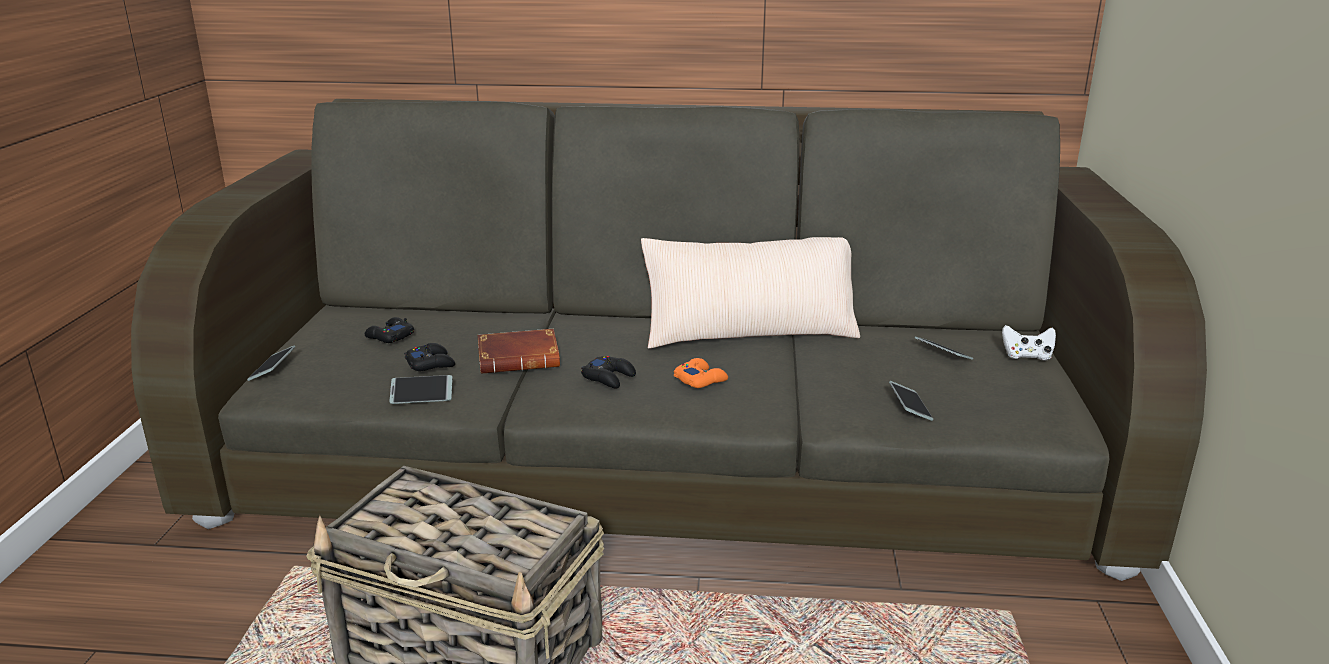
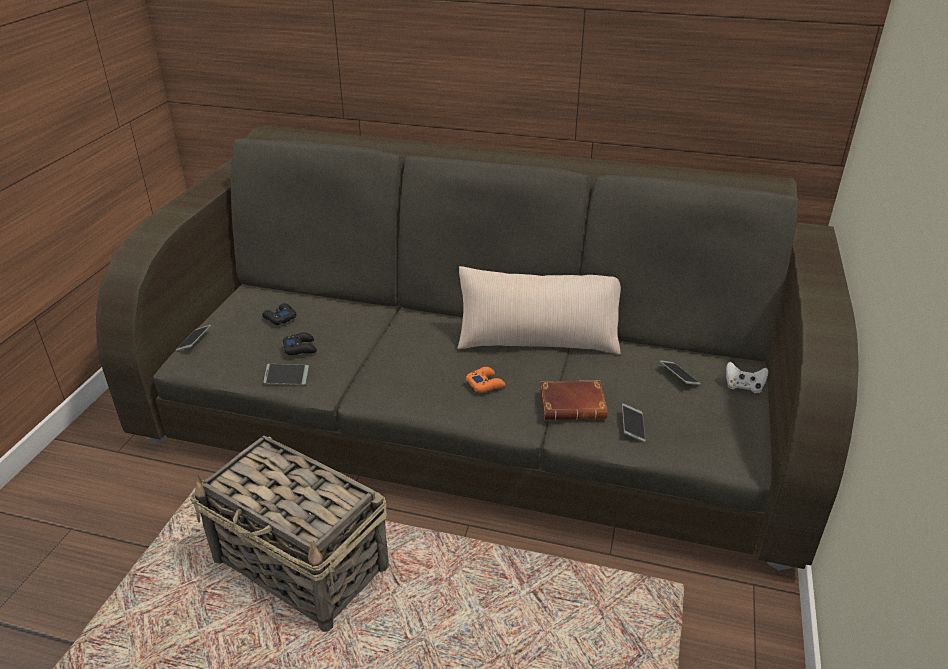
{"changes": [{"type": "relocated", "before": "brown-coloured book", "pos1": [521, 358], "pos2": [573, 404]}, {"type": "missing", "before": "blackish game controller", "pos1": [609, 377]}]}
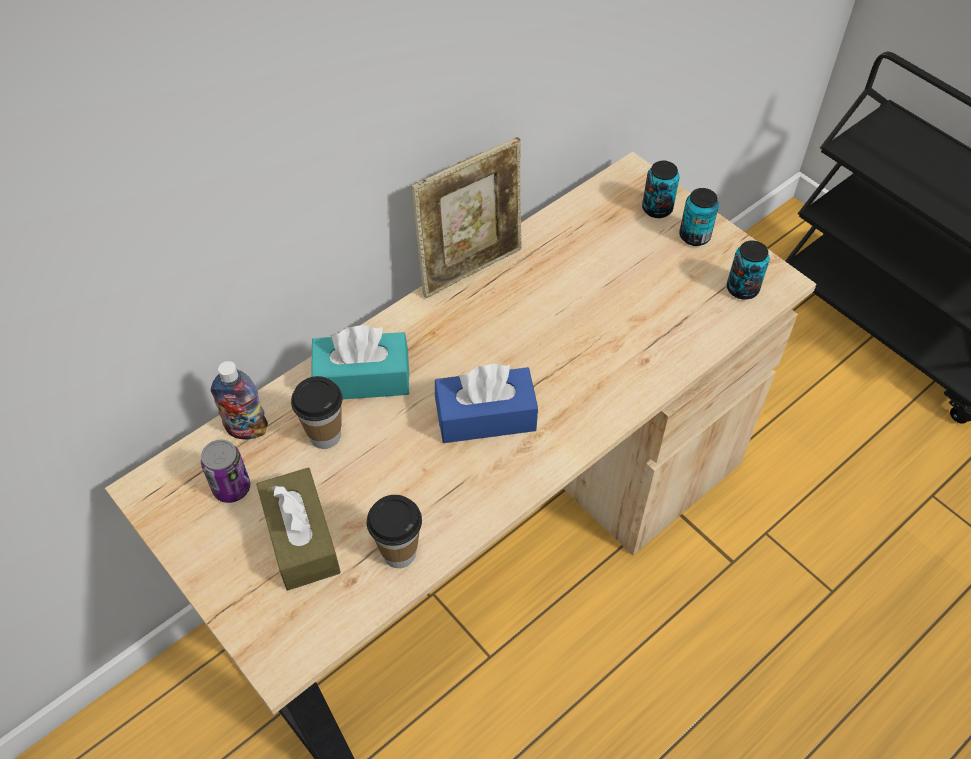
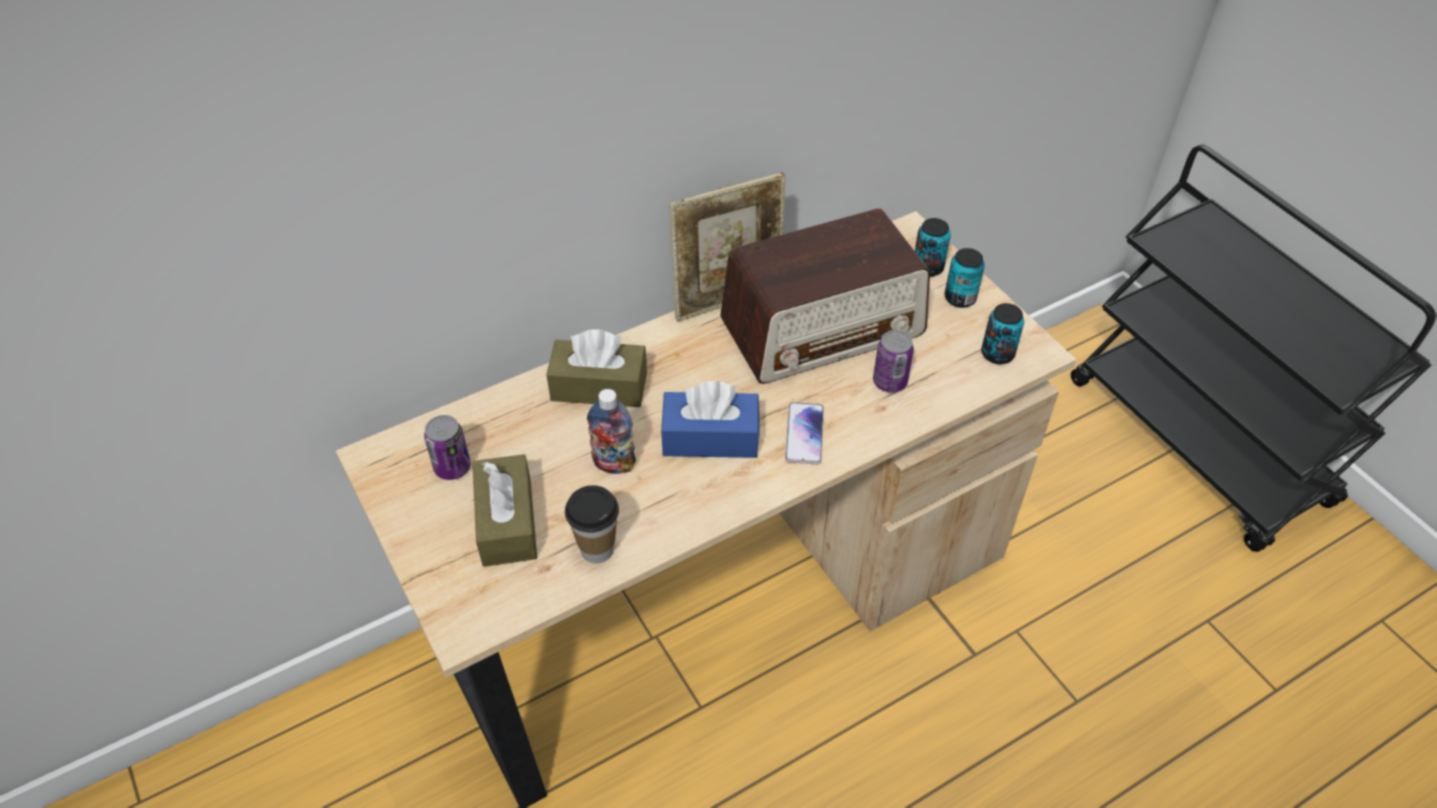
{"changes": [{"type": "relocated", "before": "drink bottle", "pos1": [247, 429], "pos2": [614, 464]}, {"type": "missing", "before": "drinking cup", "pos1": [325, 435]}, {"type": "colour", "before": "turquoise-coloured tissue holder", "after": "brown-coloured tissue holder", "pos1": [362, 378], "pos2": [599, 386]}, {"type": "appeared", "after": "radio set", "pos2": [823, 328]}, {"type": "appeared", "after": "handset", "pos2": [804, 434]}, {"type": "appeared", "after": "can", "pos2": [890, 381]}]}
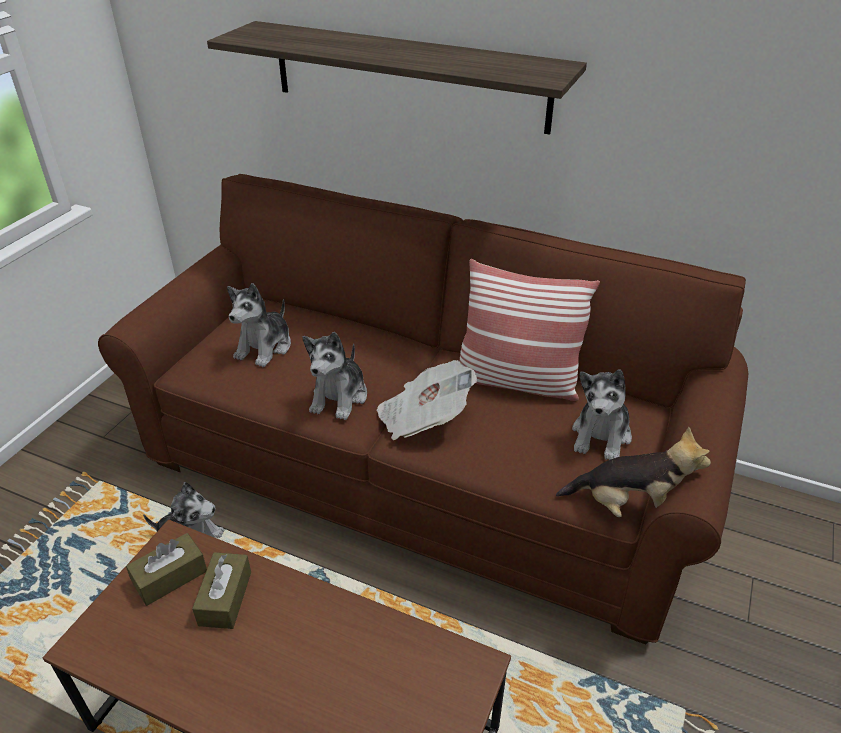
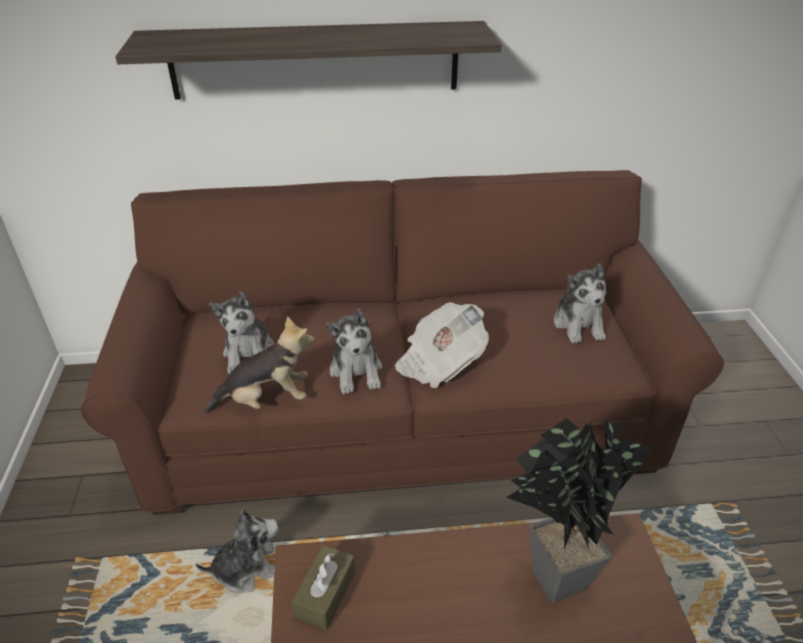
{"changes": [{"type": "missing", "before": "brown-coloured tissue holder", "pos1": [225, 598]}, {"type": "missing", "before": "pillow", "pos1": [517, 380]}, {"type": "relocated", "before": "soft toy", "pos1": [628, 508], "pos2": [267, 399]}, {"type": "appeared", "after": "potted plant", "pos2": [549, 577]}]}
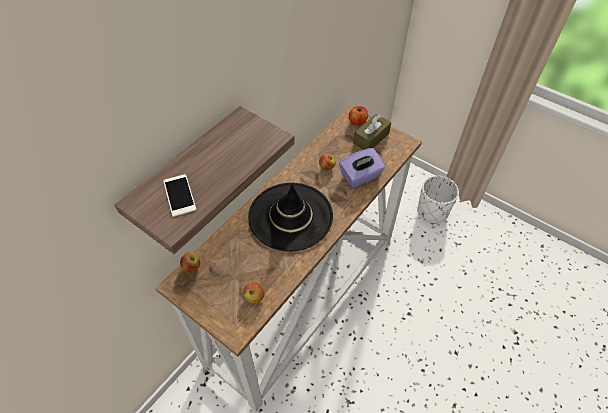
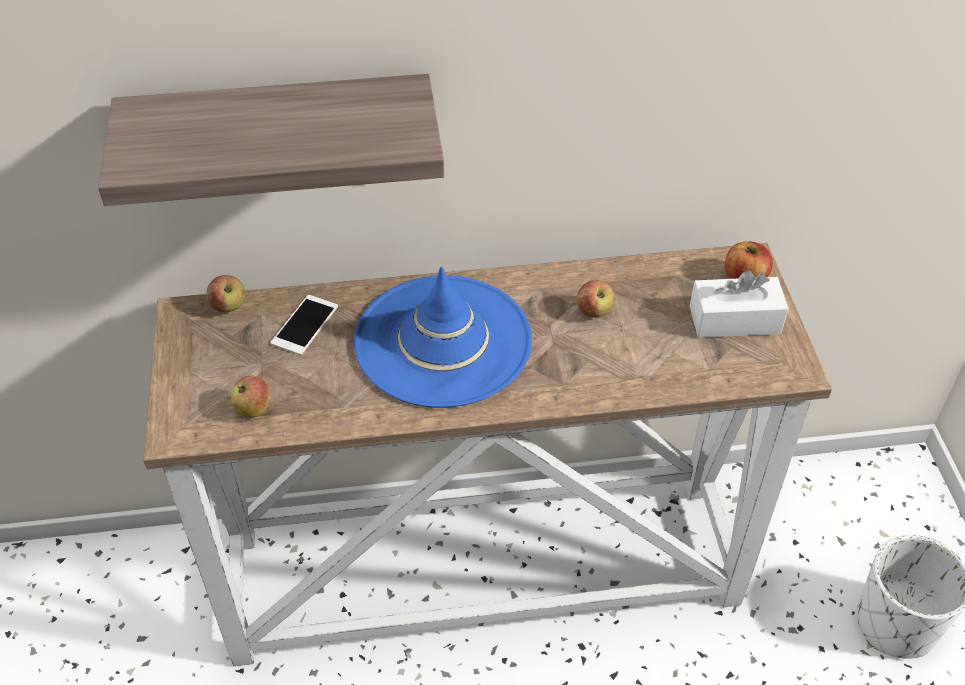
{"changes": [{"type": "relocated", "before": "handset", "pos1": [179, 195], "pos2": [305, 325]}, {"type": "colour", "before": "blackish hat", "after": "blue hat", "pos1": [290, 216], "pos2": [443, 341]}, {"type": "missing", "before": "purple-coloured tissue holder", "pos1": [361, 176]}, {"type": "colour", "before": "brown-coloured tissue holder", "after": "white-coloured tissue holder", "pos1": [371, 138], "pos2": [734, 320]}]}
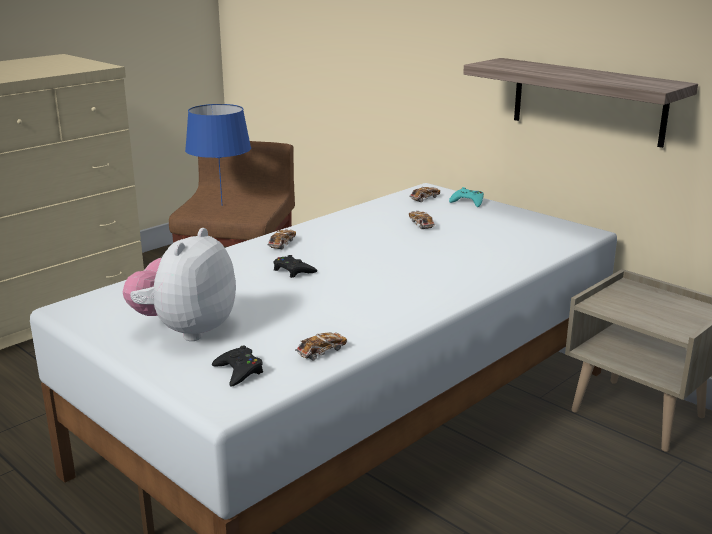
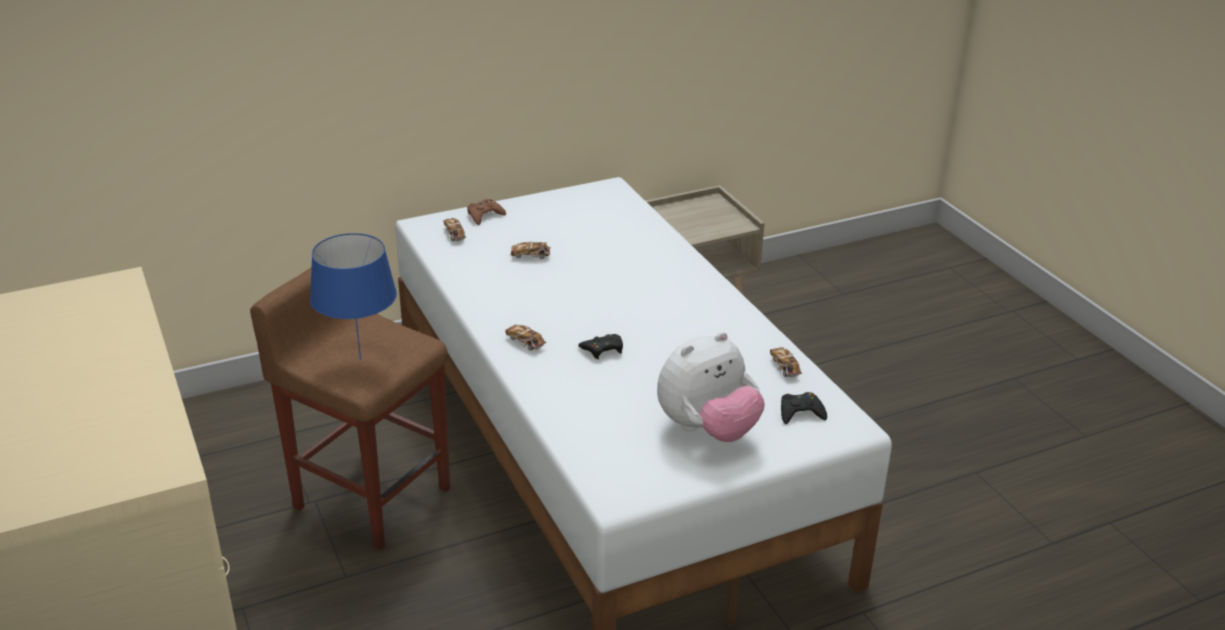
{"changes": [{"type": "spun", "before": "soft toy", "pos1": [186, 330], "pos2": [707, 429], "turn": -75}, {"type": "colour", "before": "turquoise-coloured game controller", "after": "brown-coloured game controller", "pos1": [468, 202], "pos2": [484, 215]}, {"type": "missing", "before": "shelf", "pos1": [587, 101]}]}
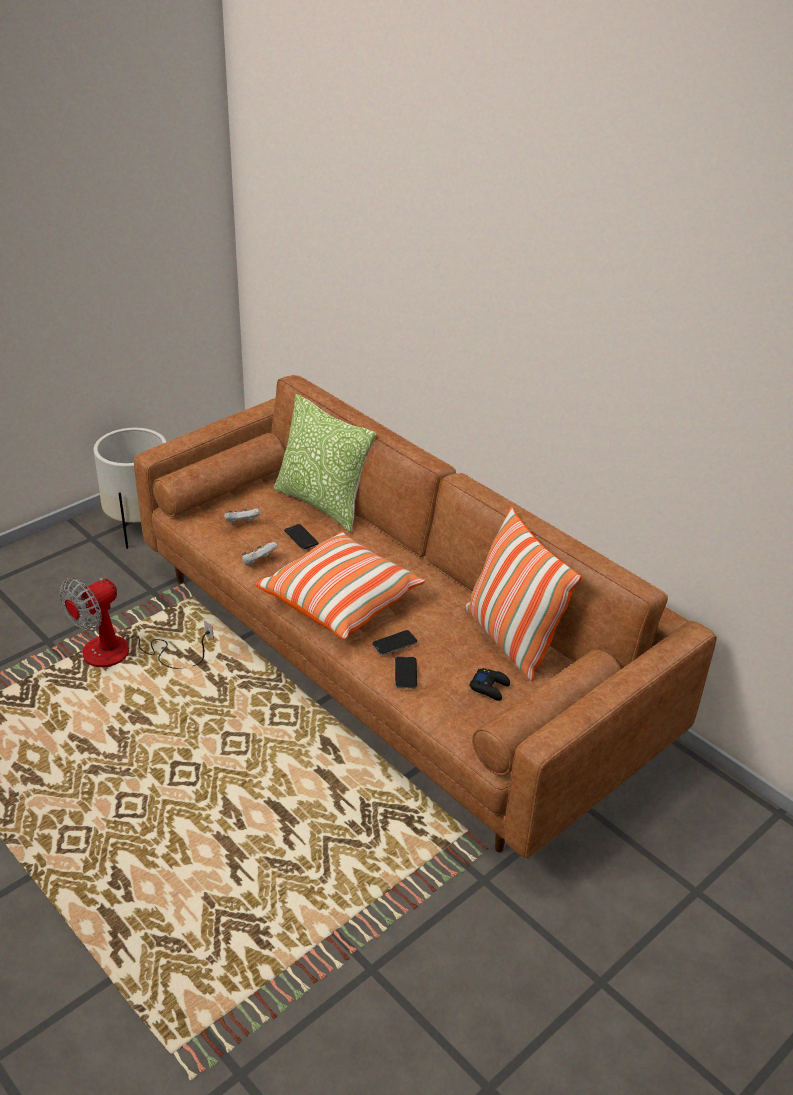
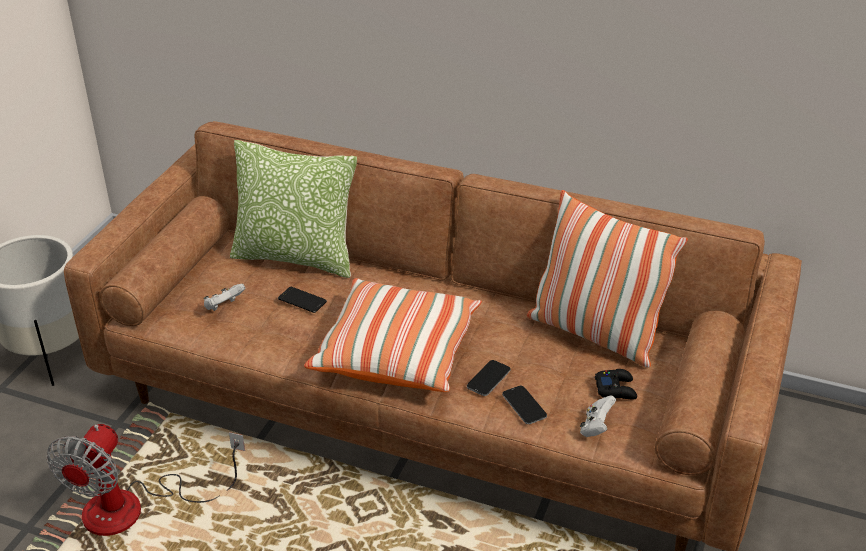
{"changes": [{"type": "relocated", "before": "white-coloured game controller", "pos1": [258, 561], "pos2": [596, 427]}]}
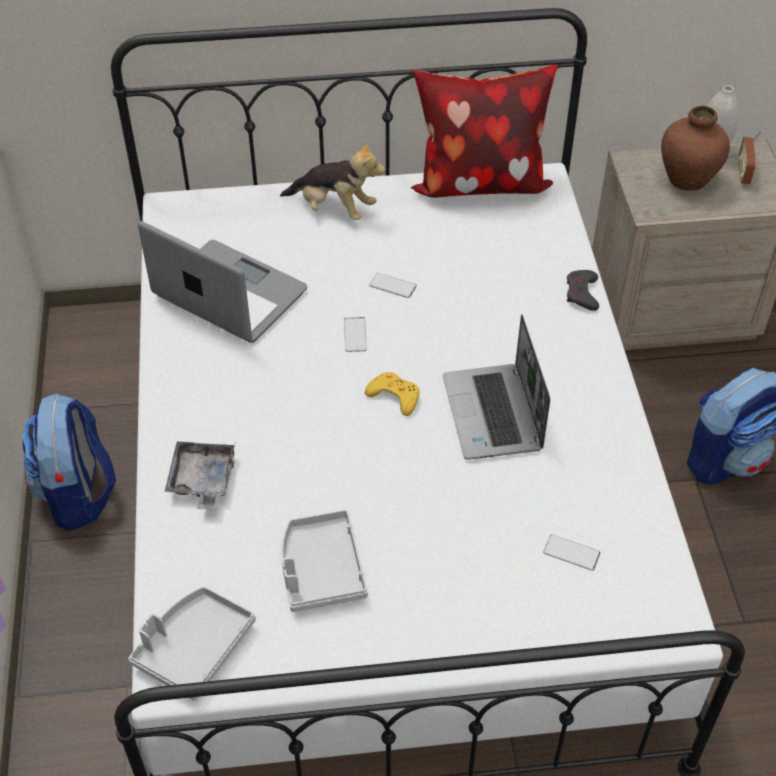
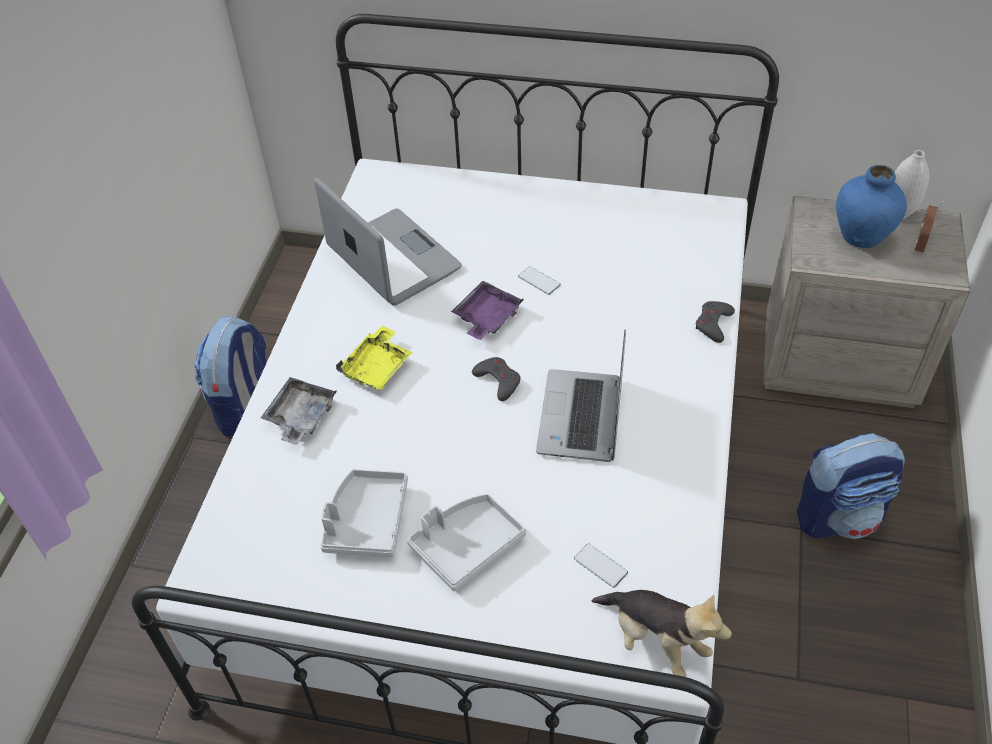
{"changes": [{"type": "relocated", "before": "greyish carrying tray", "pos1": [194, 648], "pos2": [466, 545]}, {"type": "relocated", "before": "soft toy", "pos1": [334, 208], "pos2": [655, 641]}, {"type": "exchanged", "before": "handset", "after": "purple-coloured carrying tray", "pos1": [355, 335], "pos2": [486, 317]}, {"type": "colour", "before": "yellow-coloured game controller", "after": "greyish game controller", "pos1": [394, 396], "pos2": [498, 380]}, {"type": "missing", "before": "pillow", "pos1": [479, 182]}, {"type": "colour", "before": "brown-coloured flower vase", "after": "blue flower vase", "pos1": [687, 180], "pos2": [861, 237]}, {"type": "appeared", "after": "yellow-coloured carrying tray", "pos2": [377, 367]}]}
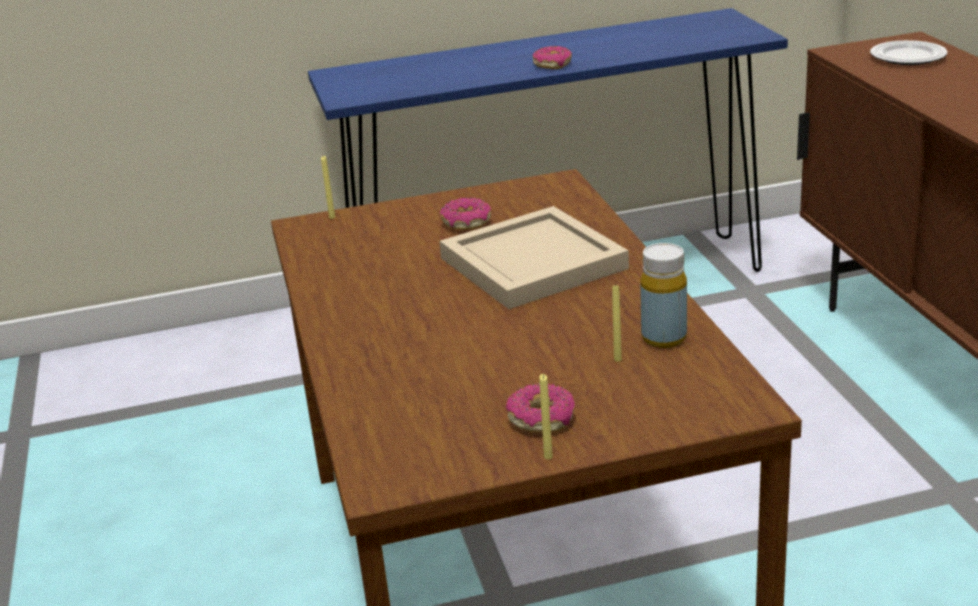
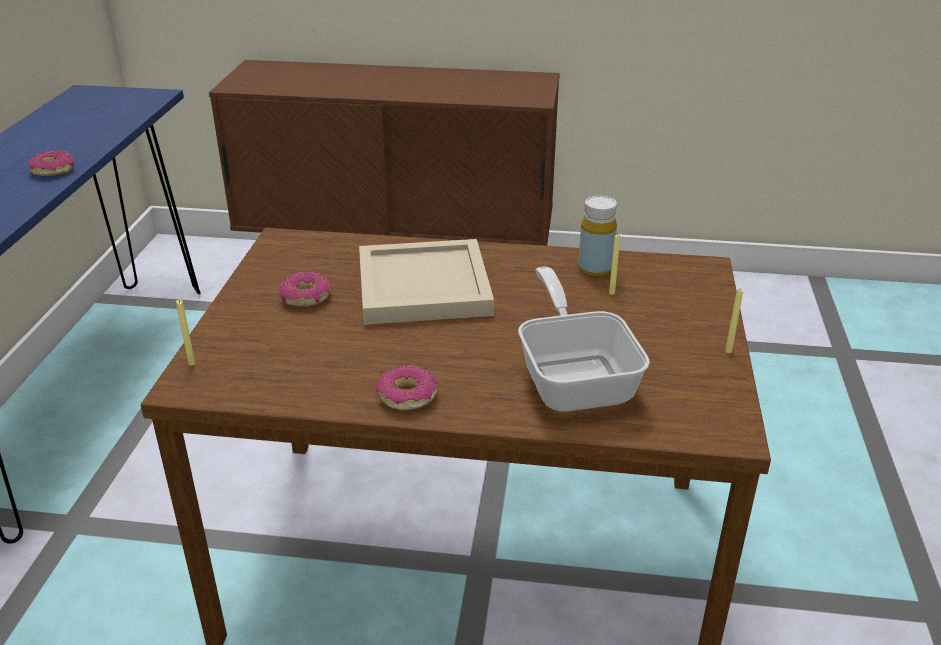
{"changes": [{"type": "relocated", "before": "donut", "pos1": [541, 418], "pos2": [407, 396]}, {"type": "missing", "before": "plate", "pos1": [908, 57]}, {"type": "appeared", "after": "skillet", "pos2": [575, 377]}]}
